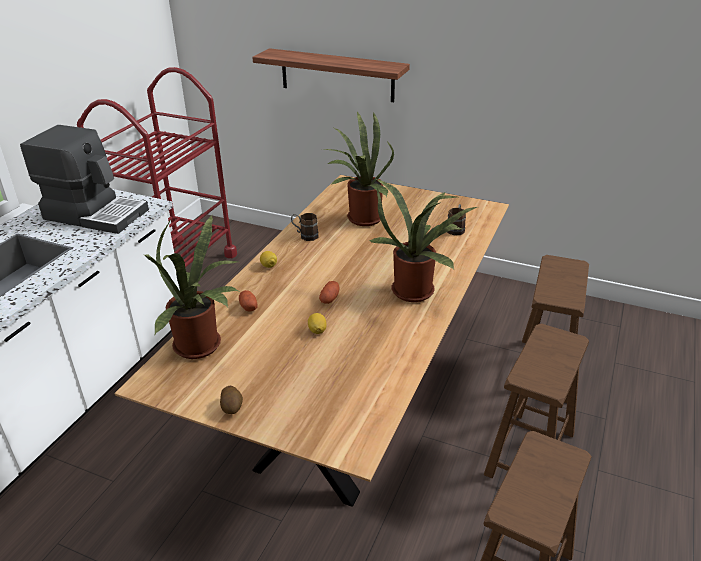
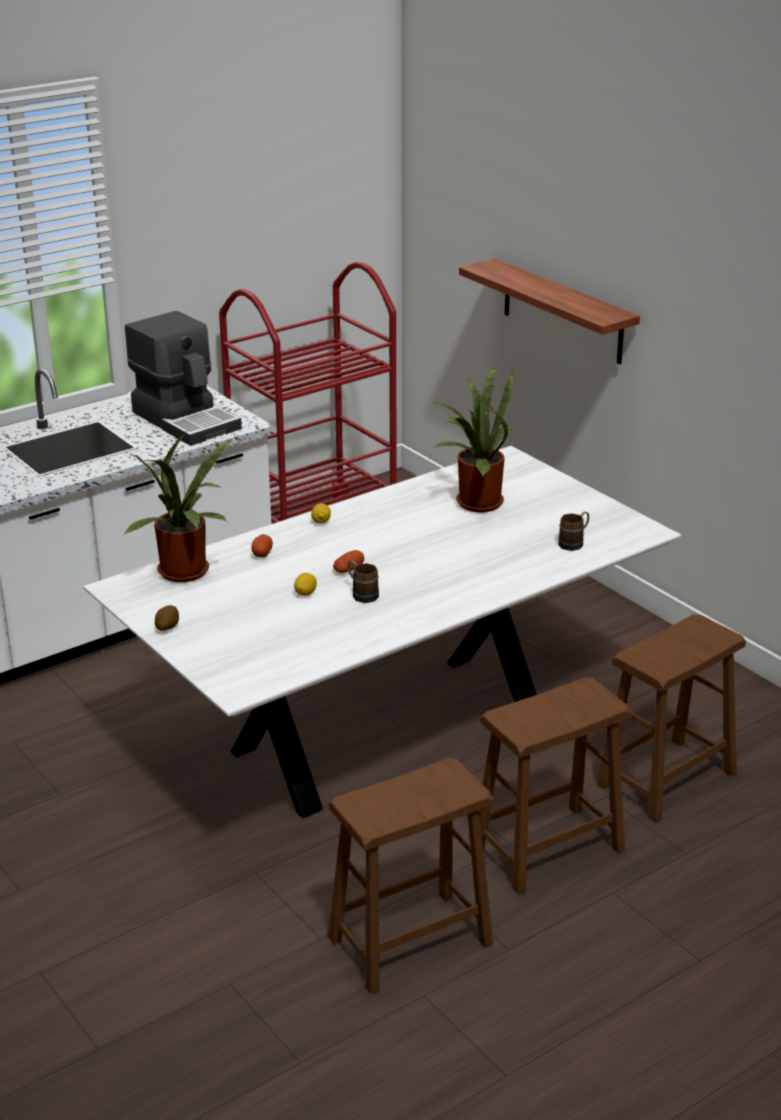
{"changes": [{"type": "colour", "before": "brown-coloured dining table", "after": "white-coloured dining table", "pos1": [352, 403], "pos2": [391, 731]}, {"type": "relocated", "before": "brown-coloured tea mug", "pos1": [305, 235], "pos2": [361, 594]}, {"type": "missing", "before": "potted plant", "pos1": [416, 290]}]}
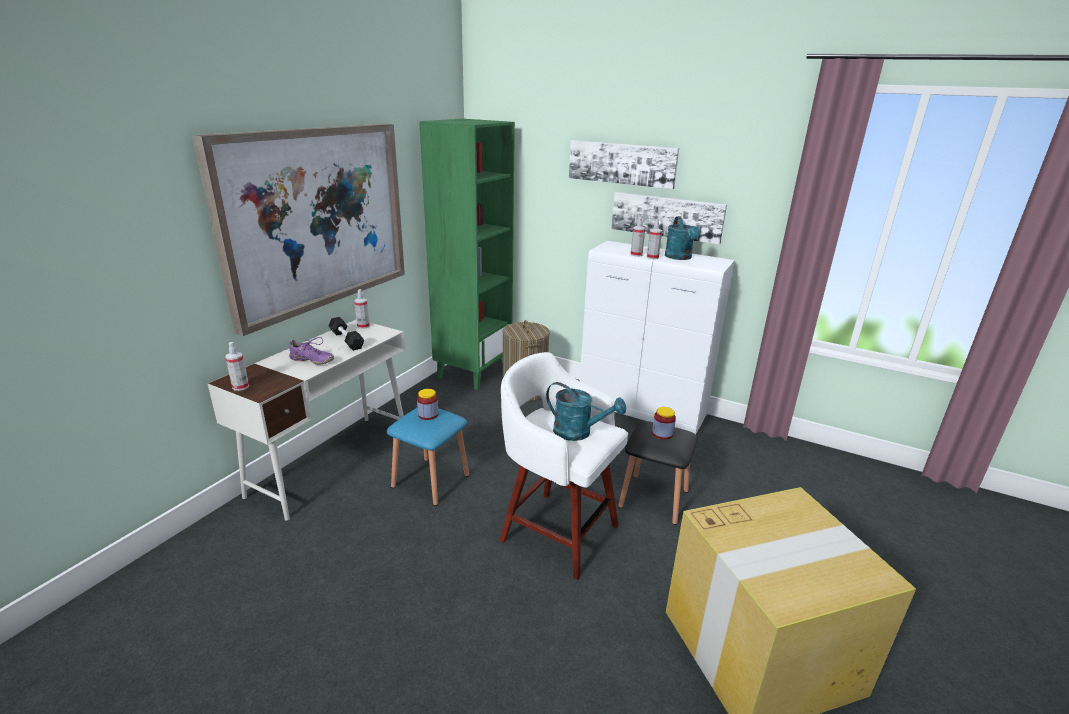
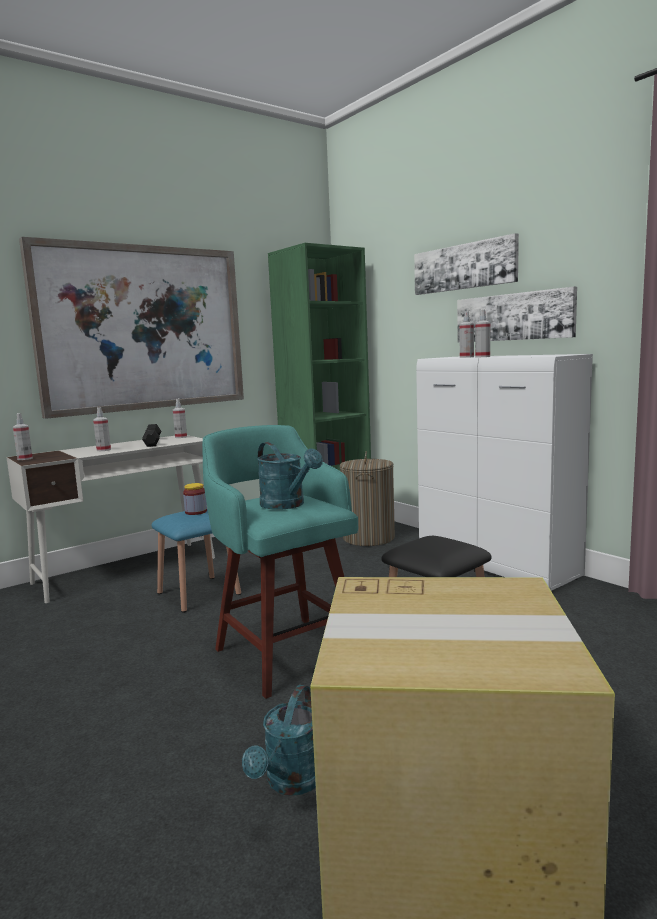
{"changes": [{"type": "exchanged", "before": "purple-coloured item of footwear", "after": "sprayer", "pos1": [312, 360], "pos2": [103, 450]}, {"type": "colour", "before": "white-coloured stool", "after": "turquoise-coloured stool", "pos1": [556, 531], "pos2": [286, 652]}, {"type": "missing", "before": "preserve jar", "pos1": [662, 433]}, {"type": "relocated", "before": "turquoise-coloured watering pot", "pos1": [680, 257], "pos2": [291, 783]}]}
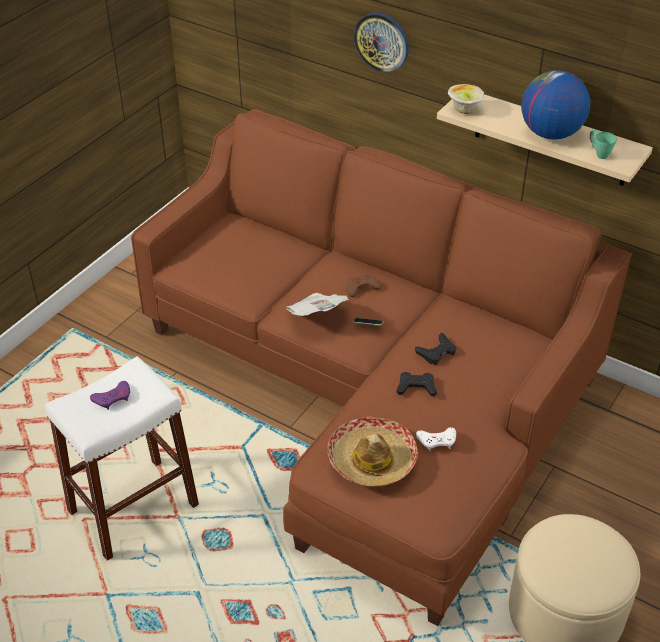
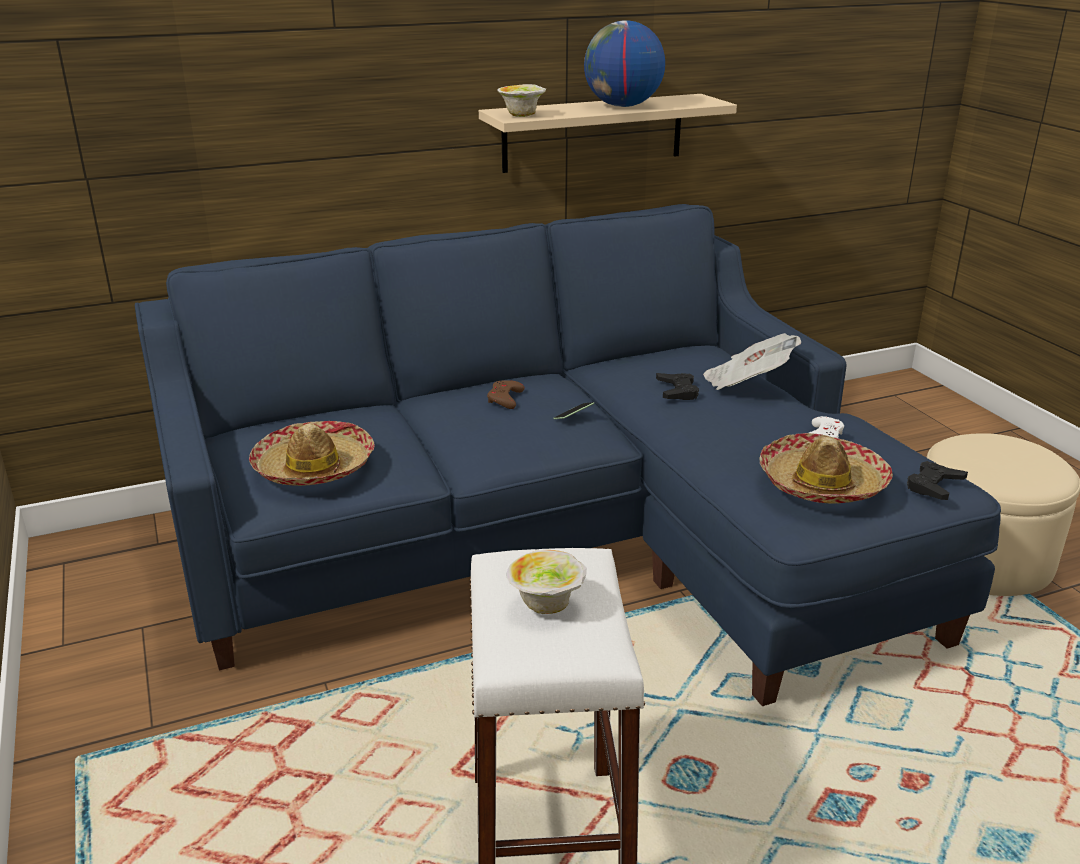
{"changes": [{"type": "exchanged", "before": "purple-coloured game controller", "after": "serving bowl", "pos1": [113, 398], "pos2": [546, 606]}, {"type": "colour", "before": "brown-coloured settee", "after": "blue settee", "pos1": [372, 391], "pos2": [556, 540]}, {"type": "relocated", "before": "newspaper", "pos1": [317, 316], "pos2": [747, 383]}, {"type": "missing", "before": "wall clock", "pos1": [382, 41]}, {"type": "relocated", "before": "blackish game controller", "pos1": [416, 387], "pos2": [934, 486]}, {"type": "missing", "before": "green-coloured tea mug", "pos1": [598, 153]}, {"type": "appeared", "after": "hat", "pos2": [314, 467]}]}
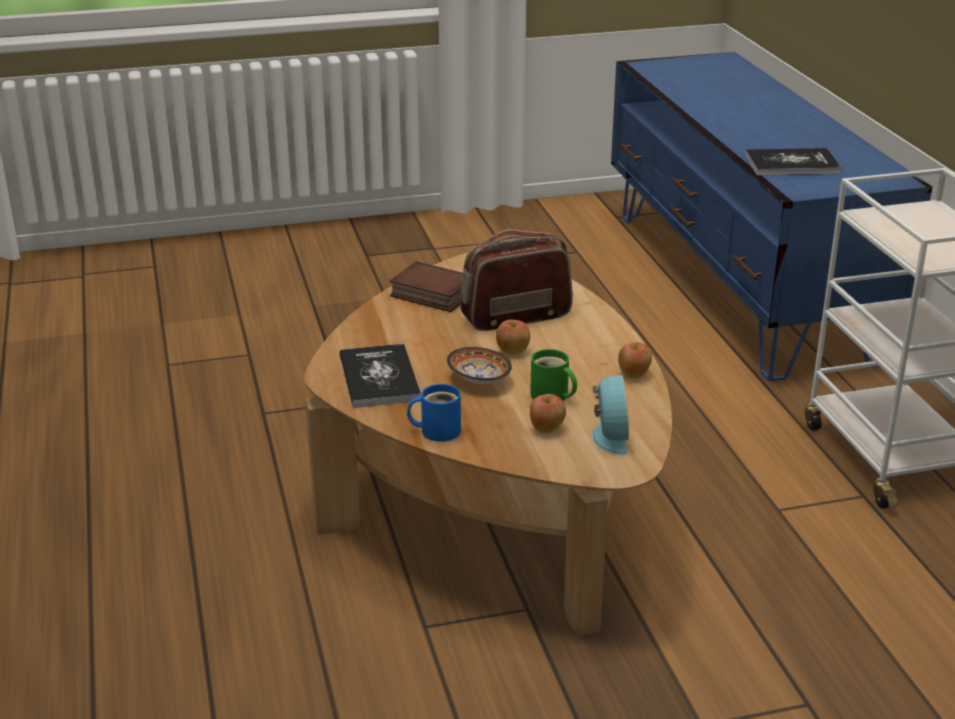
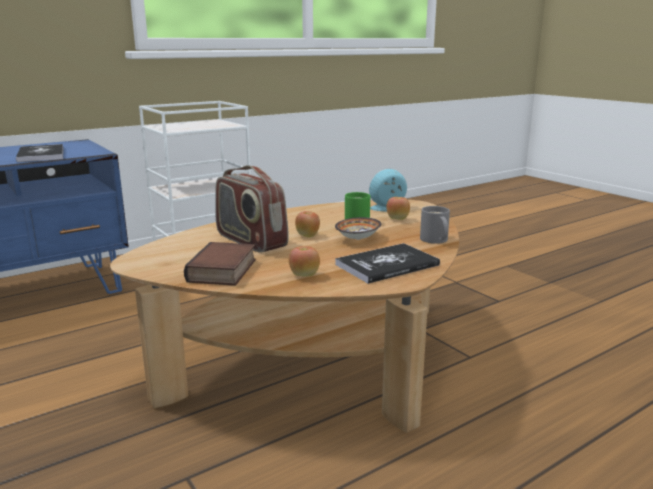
{"changes": [{"type": "colour", "before": "blue tea mug", "after": "greyish tea mug", "pos1": [437, 430], "pos2": [434, 240]}, {"type": "relocated", "before": "whole apple", "pos1": [634, 375], "pos2": [304, 275]}]}
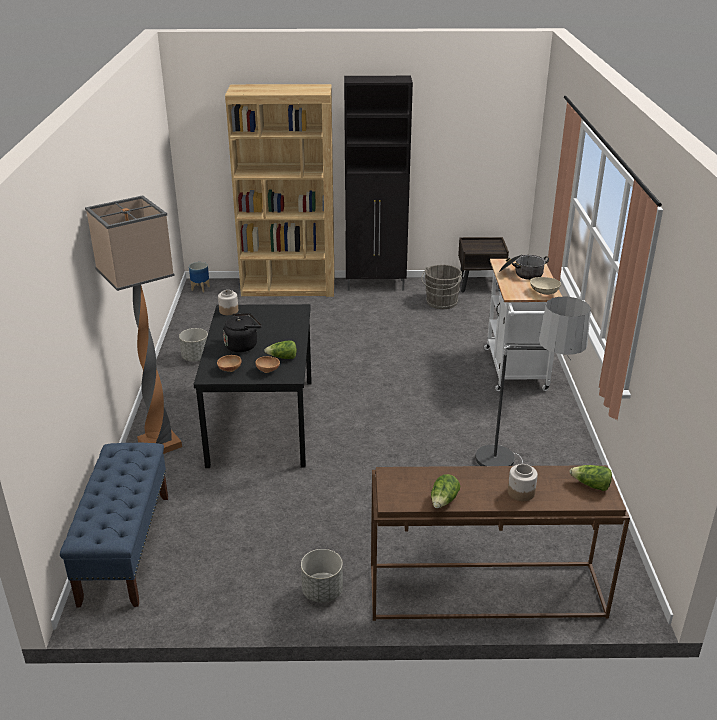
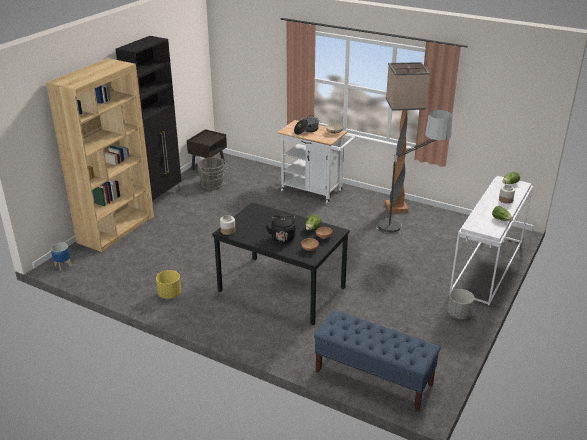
{"changes": [{"type": "relocated", "before": "standard lamp", "pos1": [161, 444], "pos2": [396, 207]}, {"type": "colour", "before": "greyish plant pot", "after": "yellow-coloured plant pot", "pos1": [196, 357], "pos2": [169, 294]}, {"type": "colour", "before": "brown-coloured narrow table", "after": "white-coloured narrow table", "pos1": [484, 593], "pos2": [488, 267]}]}
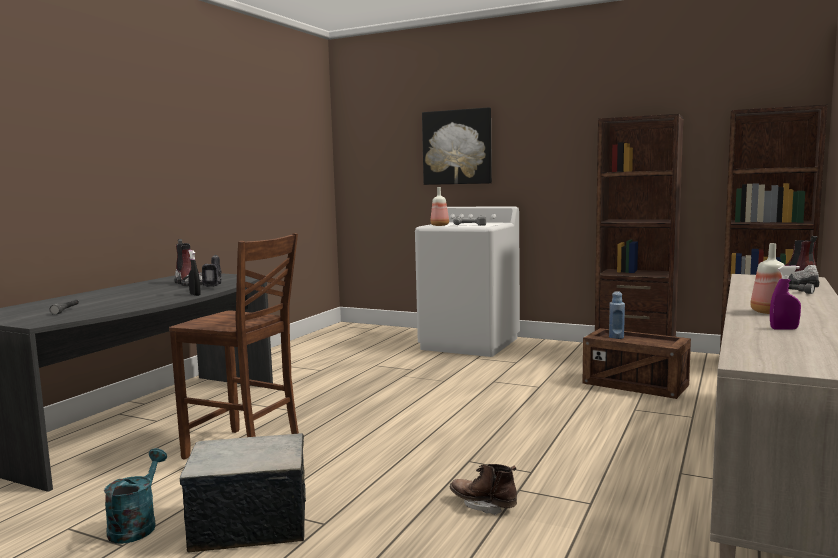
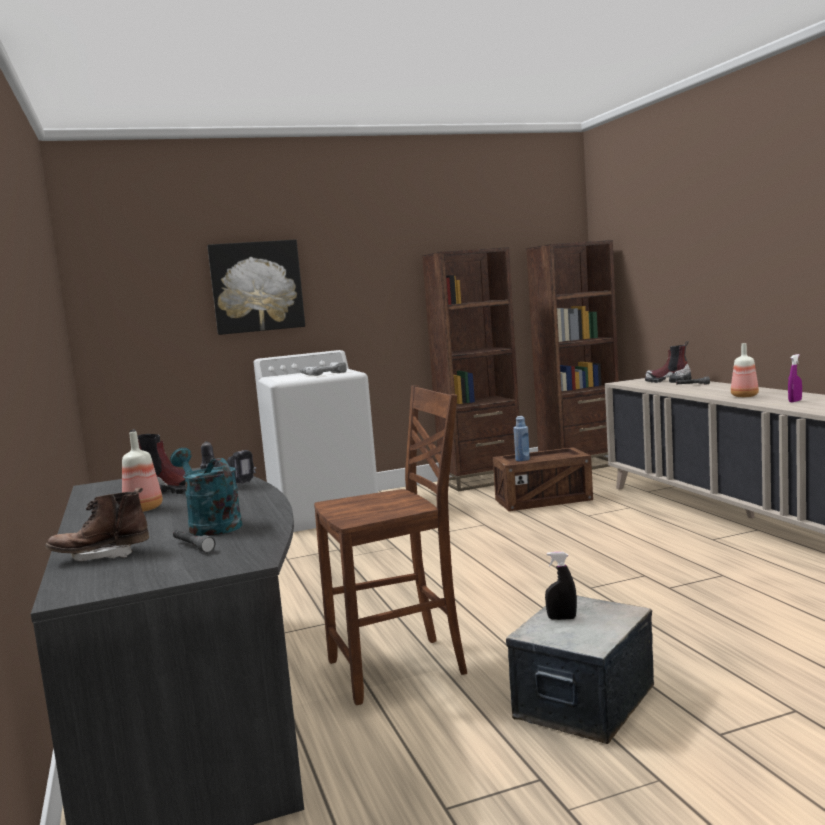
{"changes": [{"type": "relocated", "before": "turquoise-coloured watering pot", "pos1": [136, 525], "pos2": [210, 525]}, {"type": "relocated", "before": "blackish sprayer", "pos1": [195, 294], "pos2": [562, 618]}, {"type": "relocated", "before": "drink bottle", "pos1": [439, 225], "pos2": [143, 509]}, {"type": "relocated", "before": "brown-coloured boot", "pos1": [483, 505], "pos2": [101, 556]}]}
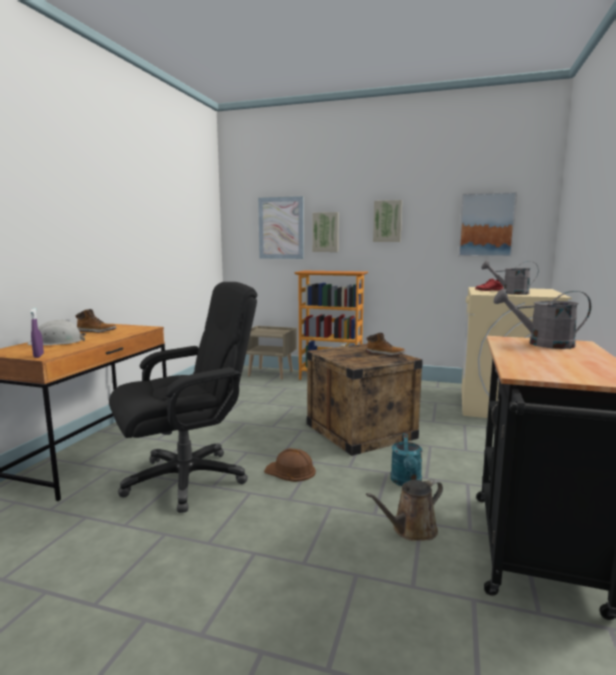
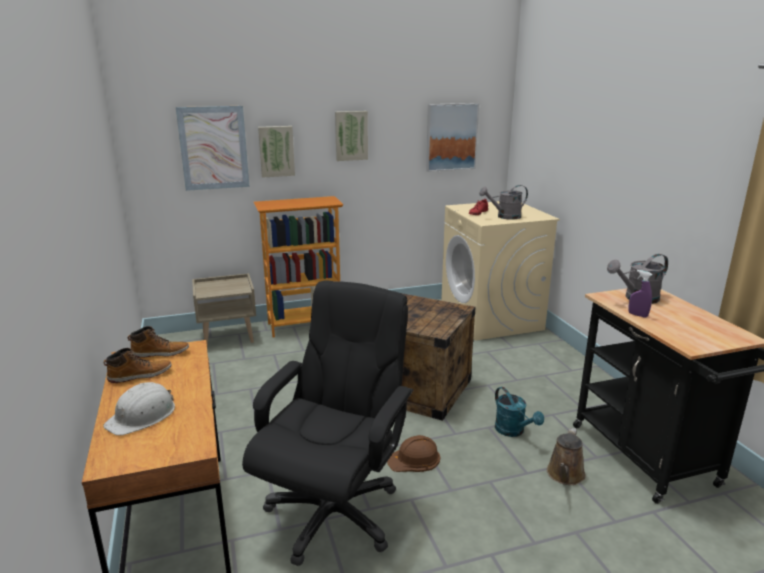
{"changes": [{"type": "relocated", "before": "purple-coloured sprayer", "pos1": [38, 356], "pos2": [637, 315]}, {"type": "relocated", "before": "boot", "pos1": [385, 353], "pos2": [160, 353]}]}
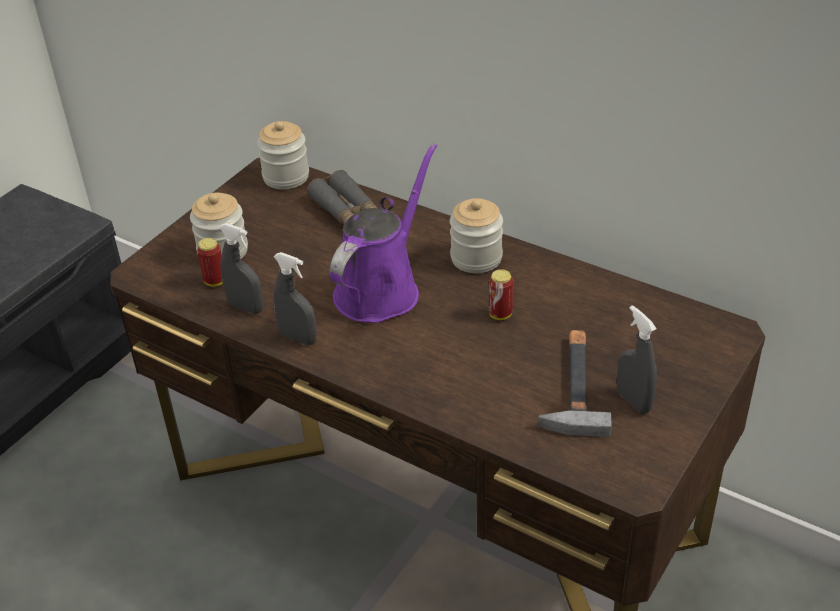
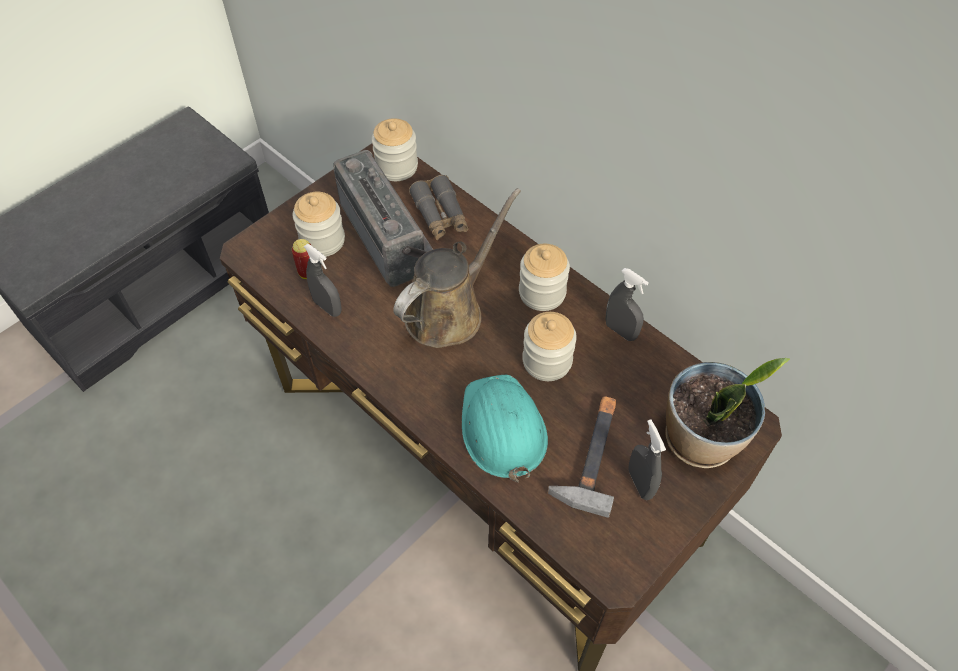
{"changes": [{"type": "relocated", "before": "greyish sprayer", "pos1": [298, 338], "pos2": [620, 331]}, {"type": "colour", "before": "purple-coloured watering pot", "after": "brown-coloured watering pot", "pos1": [381, 289], "pos2": [449, 311]}, {"type": "exchanged", "before": "can", "after": "preserve jar", "pos1": [500, 314], "pos2": [547, 361]}, {"type": "appeared", "after": "radio set", "pos2": [389, 236]}, {"type": "appeared", "after": "turquoise-coloured safety helmet", "pos2": [502, 429]}, {"type": "appeared", "after": "potted plant", "pos2": [700, 440]}]}
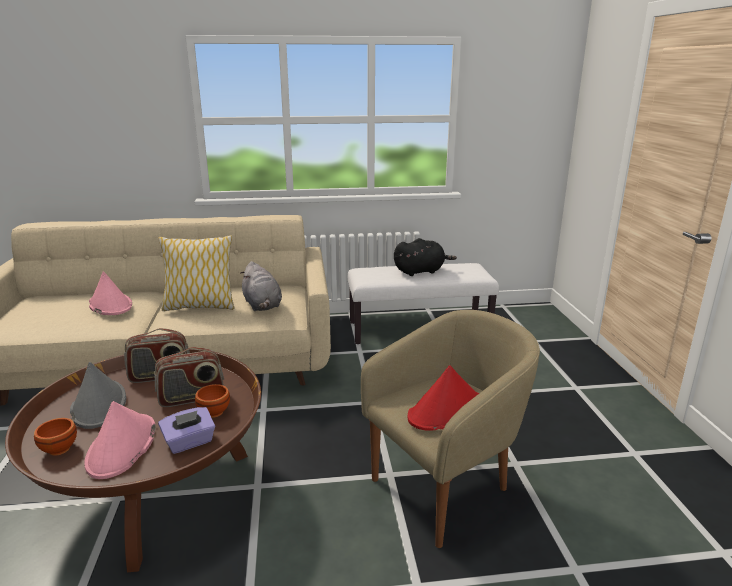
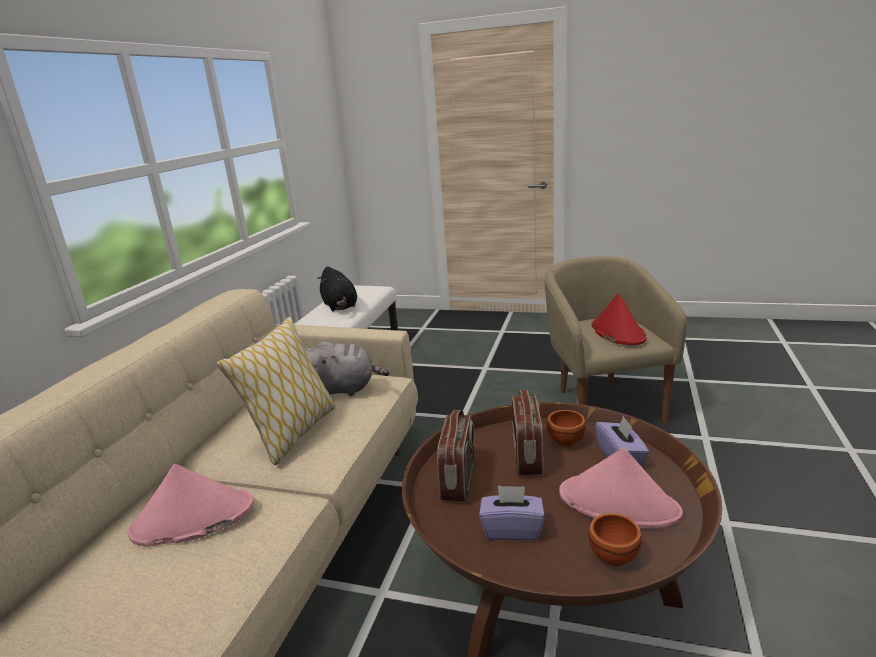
{"changes": [{"type": "exchanged", "before": "greyish hat", "after": "purple-coloured tissue holder", "pos1": [99, 405], "pos2": [512, 529]}, {"type": "spun", "before": "blackish soft toy", "pos1": [421, 271], "pos2": [340, 306], "turn": 150}]}
